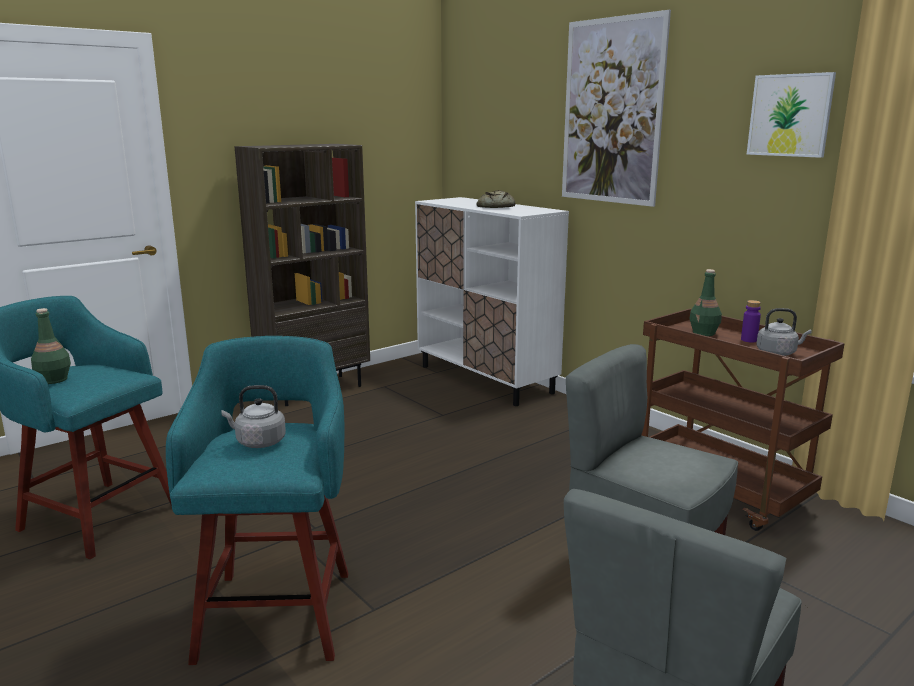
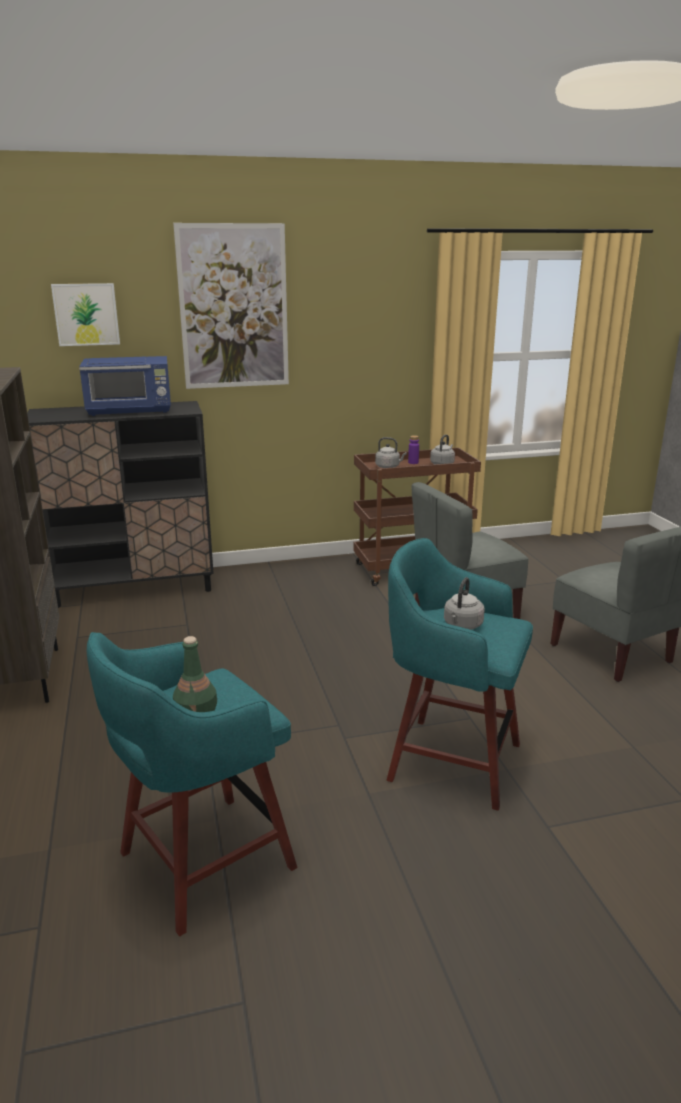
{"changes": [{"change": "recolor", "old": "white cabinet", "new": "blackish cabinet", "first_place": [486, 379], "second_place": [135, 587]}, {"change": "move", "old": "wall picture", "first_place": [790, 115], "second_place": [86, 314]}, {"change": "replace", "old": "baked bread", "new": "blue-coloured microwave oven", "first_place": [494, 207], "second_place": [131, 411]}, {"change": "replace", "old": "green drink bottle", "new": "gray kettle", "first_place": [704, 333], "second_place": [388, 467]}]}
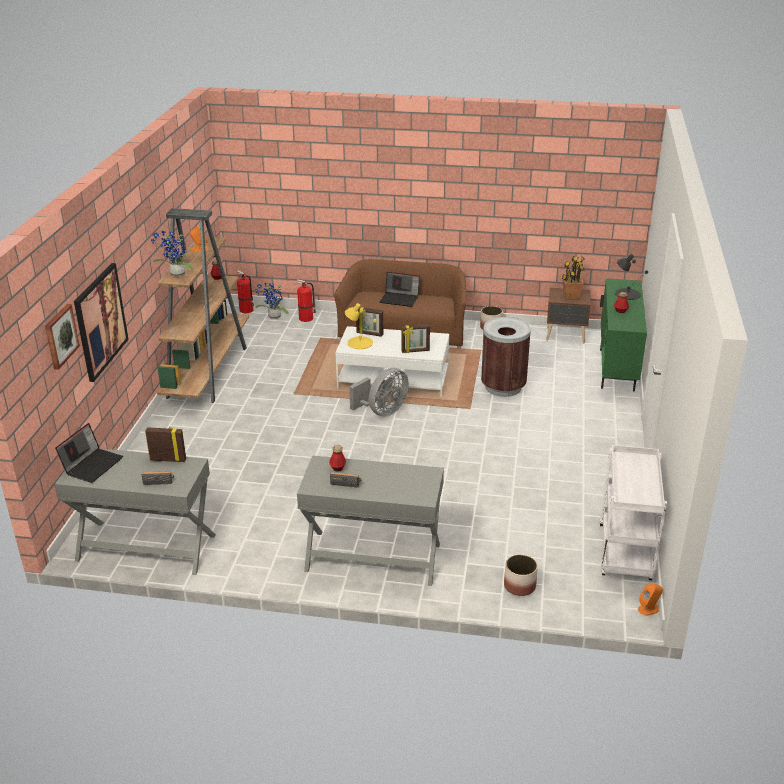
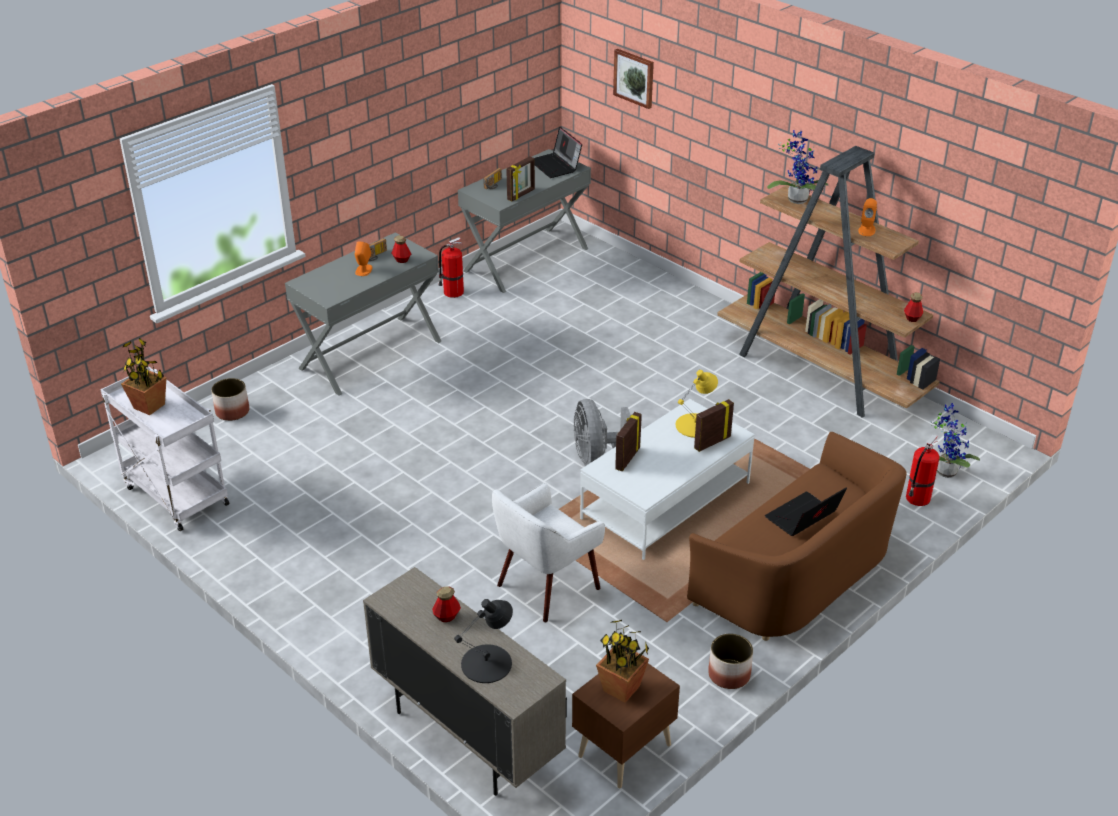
{"changes": [{"change": "insert", "new": "potted plant", "second_place": [149, 406]}, {"change": "move", "old": "orangey loudspeaker", "first_place": [649, 609], "second_place": [363, 270]}, {"change": "recolor", "old": "green cabinet", "new": "sand-coloured cabinet", "first_place": [616, 370], "second_place": [466, 736]}, {"change": "move", "old": "fire-fighting cylinder", "first_place": [247, 310], "second_place": [452, 292]}, {"change": "replace", "old": "brownish rubbish bin", "new": "white easy chair", "first_place": [503, 387], "second_place": [546, 586]}, {"change": "delete", "old": "wall picture", "first_place": [100, 321]}]}
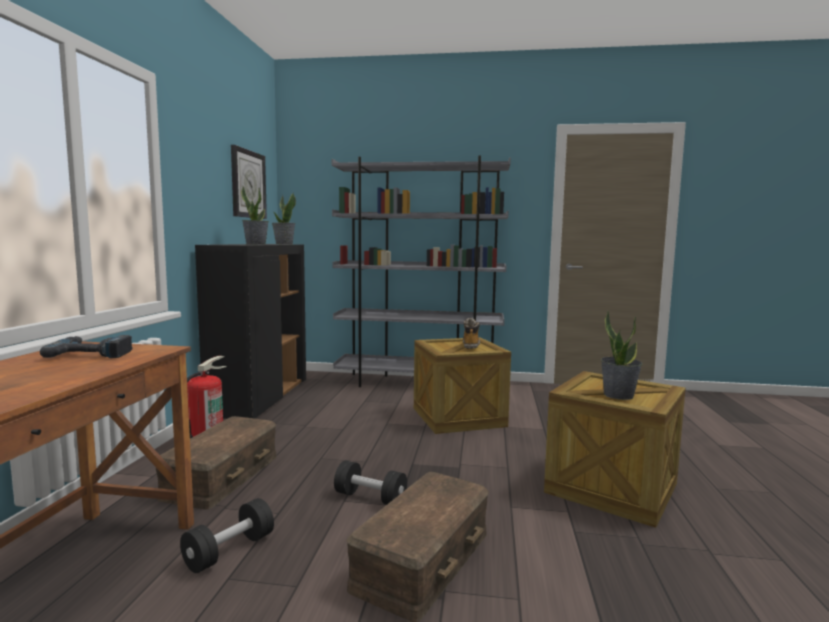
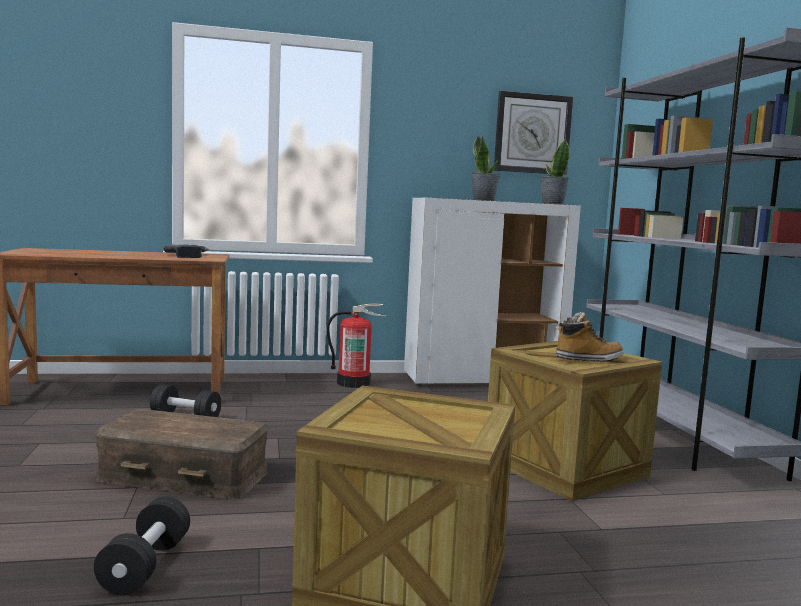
{"changes": [{"change": "move", "old": "blackish dumbbell", "first_place": [370, 498], "second_place": [145, 566]}, {"change": "recolor", "old": "blackish cabinet", "new": "white cabinet", "first_place": [260, 399], "second_place": [483, 379]}, {"change": "delete", "old": "brownish storage box", "first_place": [221, 476]}, {"change": "delete", "old": "potted plant", "first_place": [618, 395]}]}
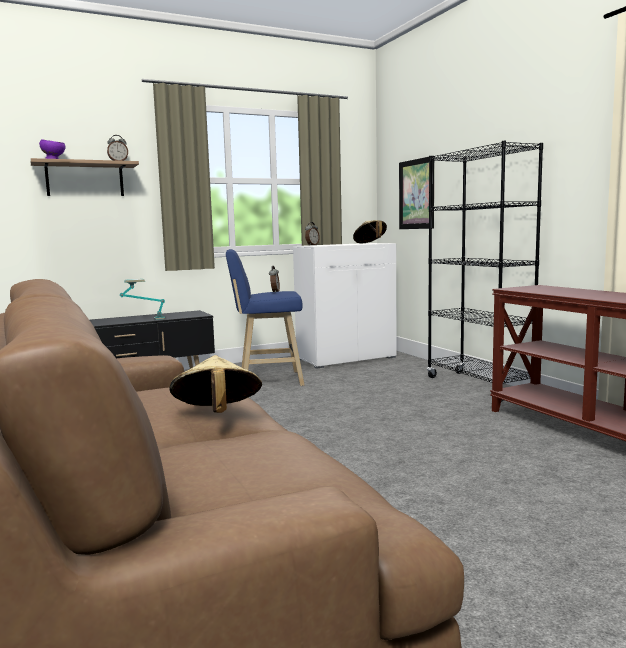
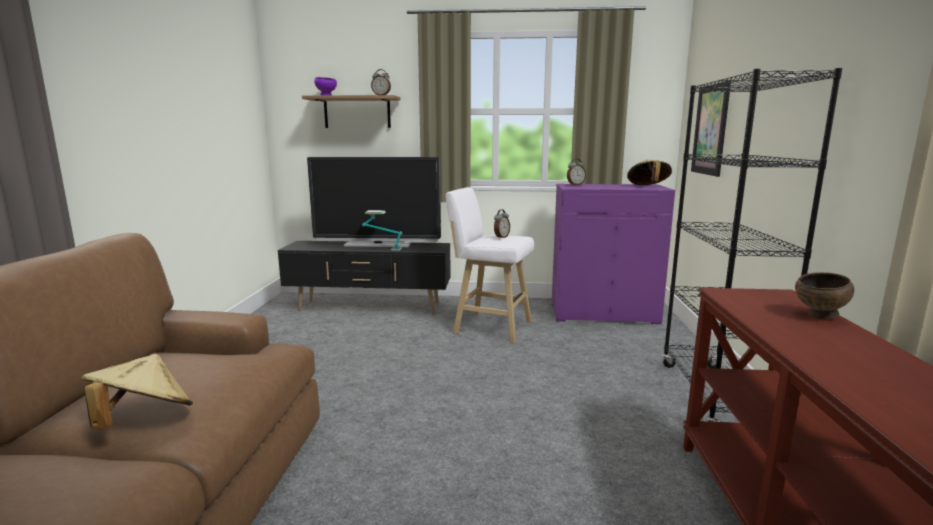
{"changes": [{"change": "insert", "new": "TV", "second_place": [378, 244]}, {"change": "recolor", "old": "blue-coloured stool seat", "new": "white stool seat", "first_place": [267, 380], "second_place": [489, 327]}, {"change": "recolor", "old": "white cabinet", "new": "purple-coloured cabinet", "first_place": [346, 358], "second_place": [604, 313]}, {"change": "insert", "new": "brownish serving bowl", "second_place": [820, 317]}]}
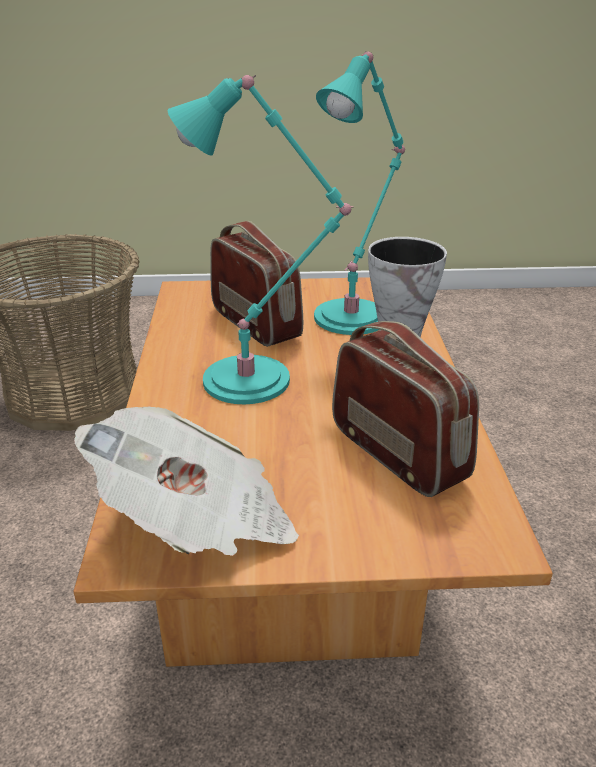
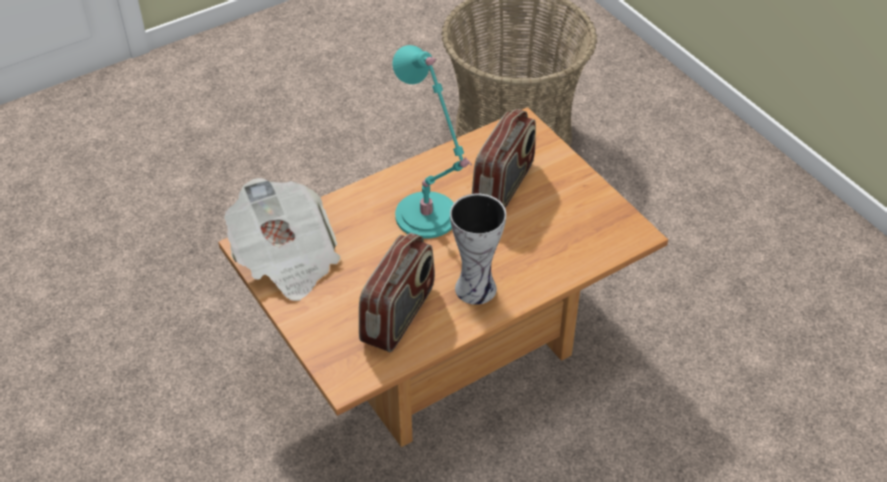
{"changes": [{"change": "delete", "old": "turquoise tabletop lamp", "first_place": [355, 315]}]}
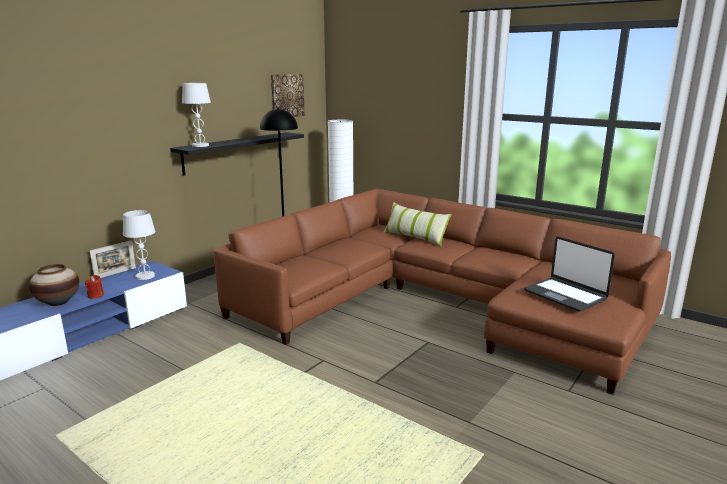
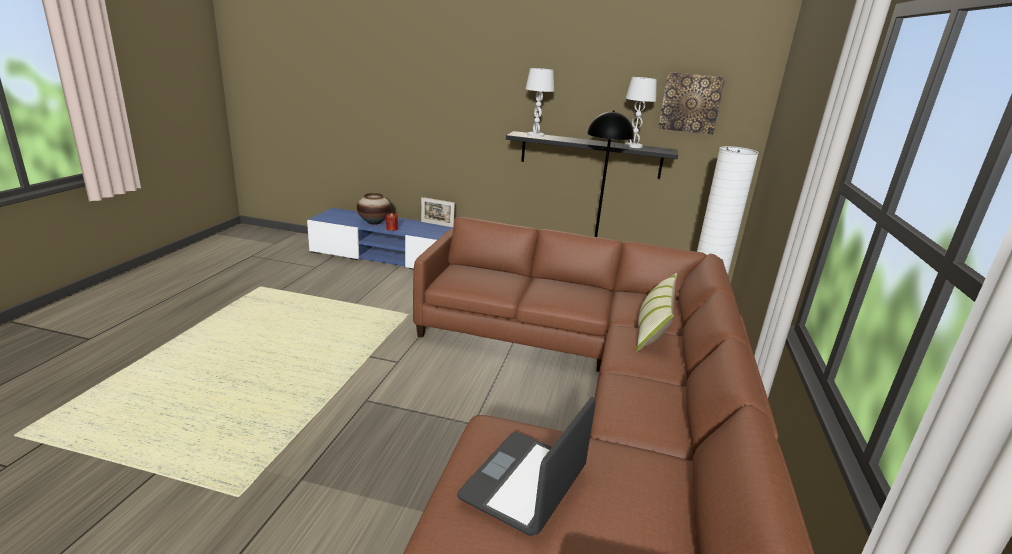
{"changes": [{"change": "move", "old": "white tabletop lamp", "first_place": [145, 276], "second_place": [633, 146]}]}
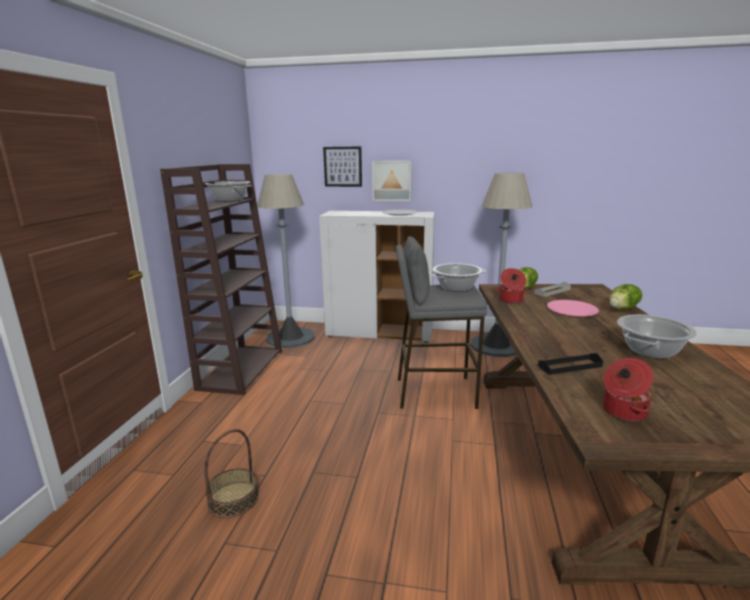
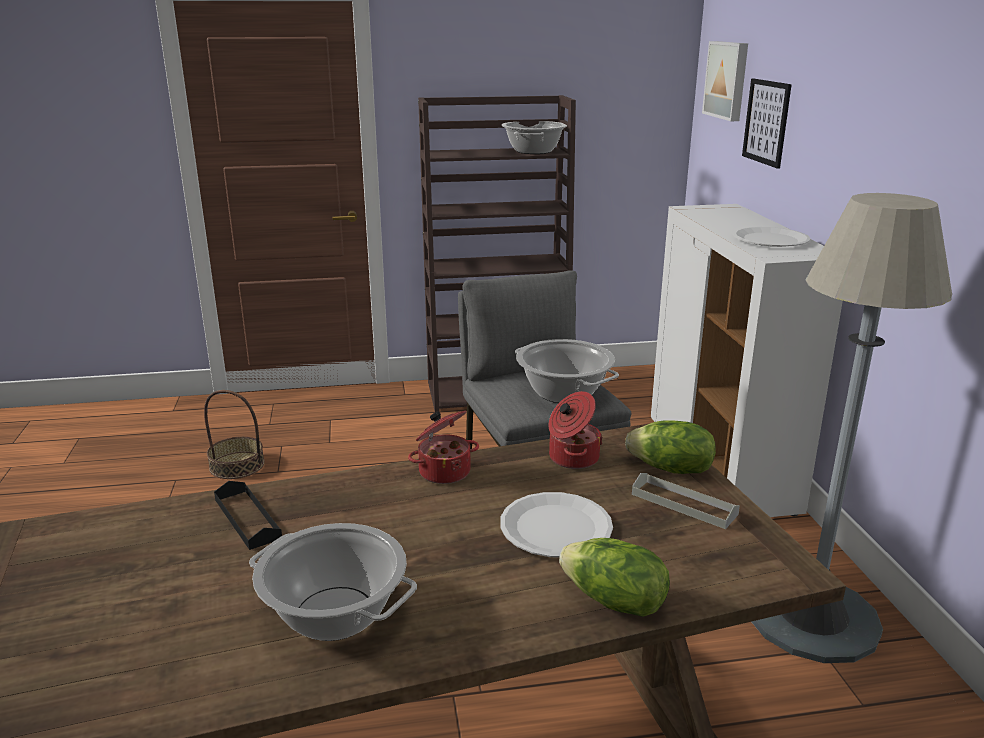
{"changes": [{"change": "move", "old": "stockpot", "first_place": [623, 412], "second_place": [444, 471]}, {"change": "recolor", "old": "pink flat dish", "new": "white flat dish", "first_place": [572, 310], "second_place": [556, 527]}, {"change": "move", "old": "wall picture", "first_place": [392, 180], "second_place": [728, 80]}, {"change": "delete", "old": "gray floor lamp", "first_place": [290, 338]}]}
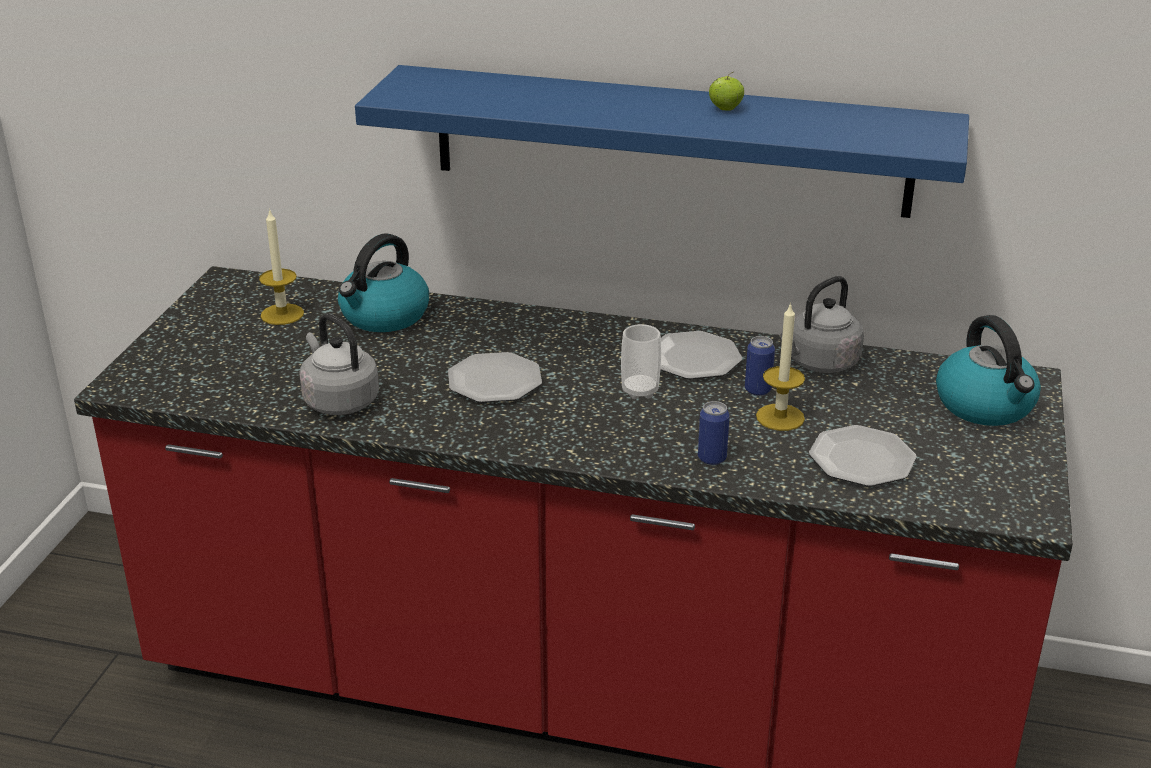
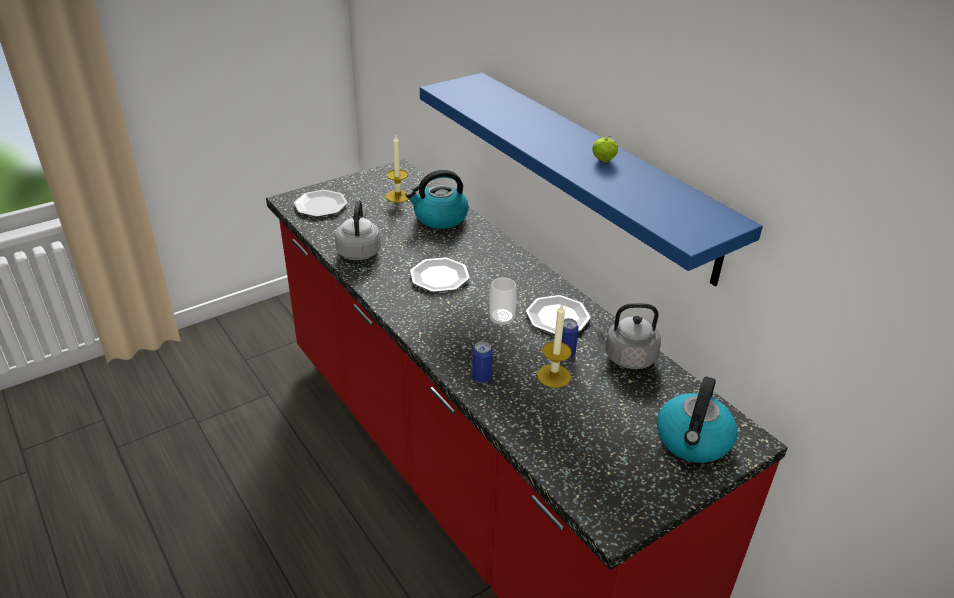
{"changes": [{"change": "move", "old": "flat dish", "first_place": [863, 460], "second_place": [321, 206]}]}
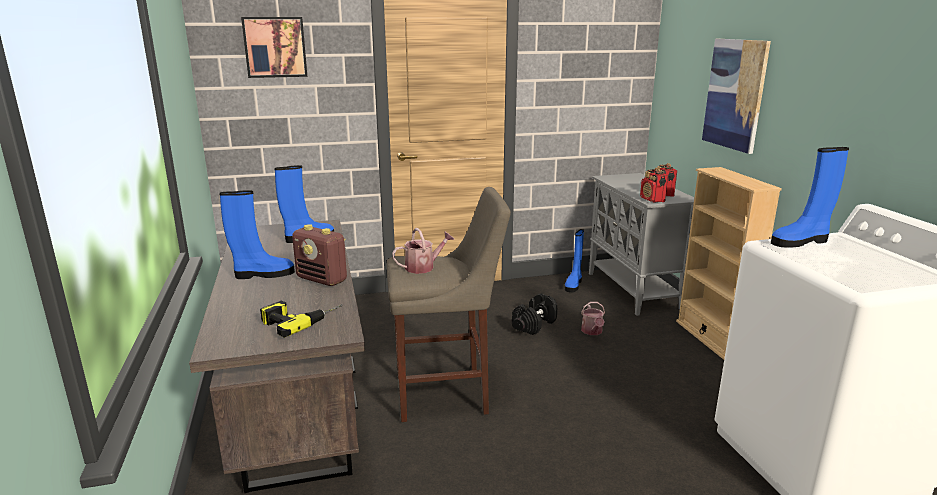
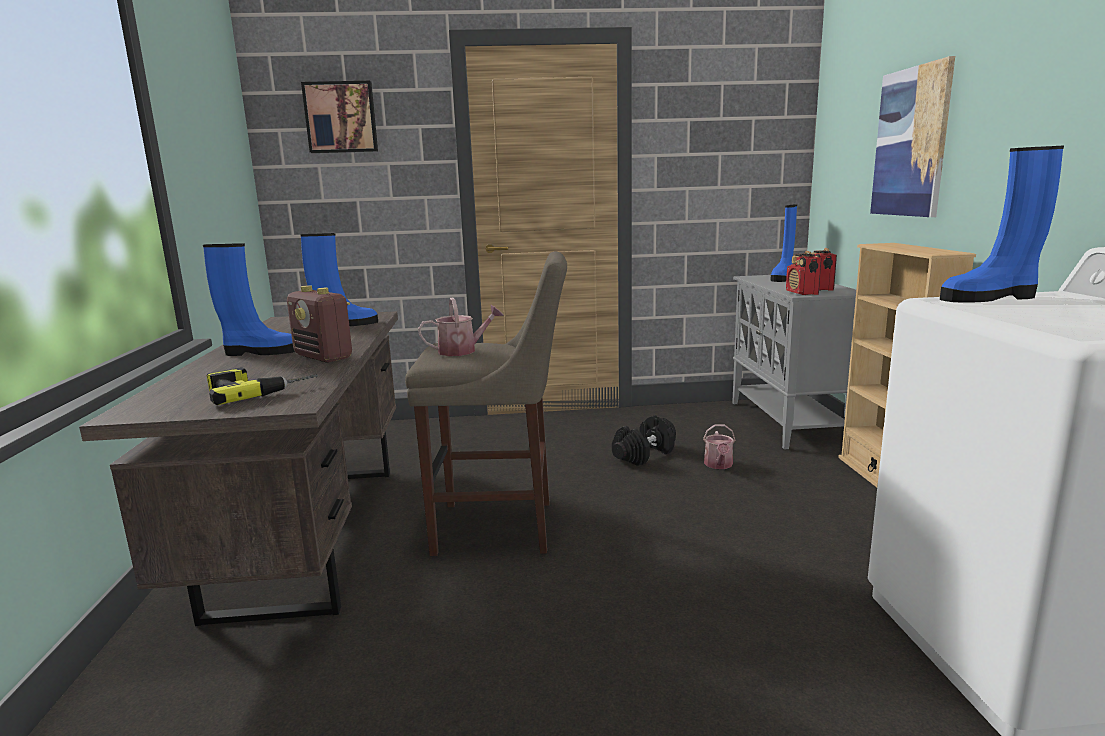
{"changes": [{"change": "move", "old": "blue-coloured tall boot", "first_place": [573, 285], "second_place": [783, 278]}]}
